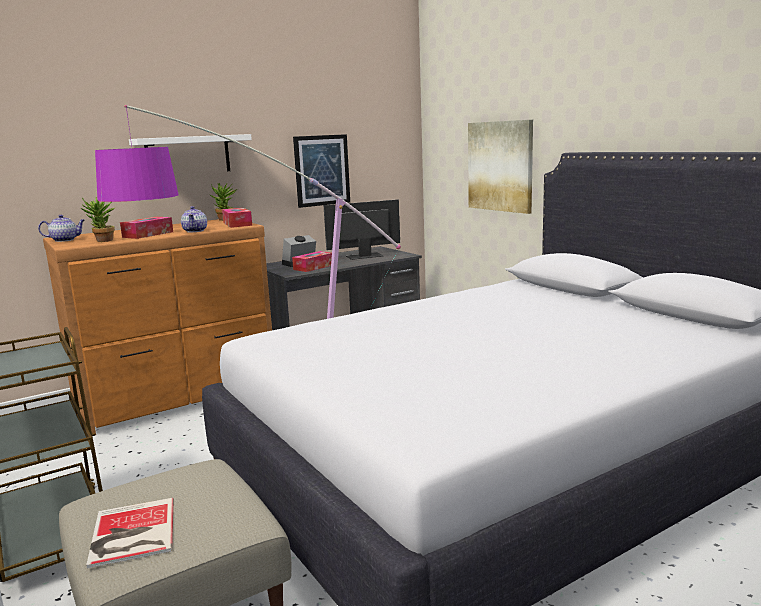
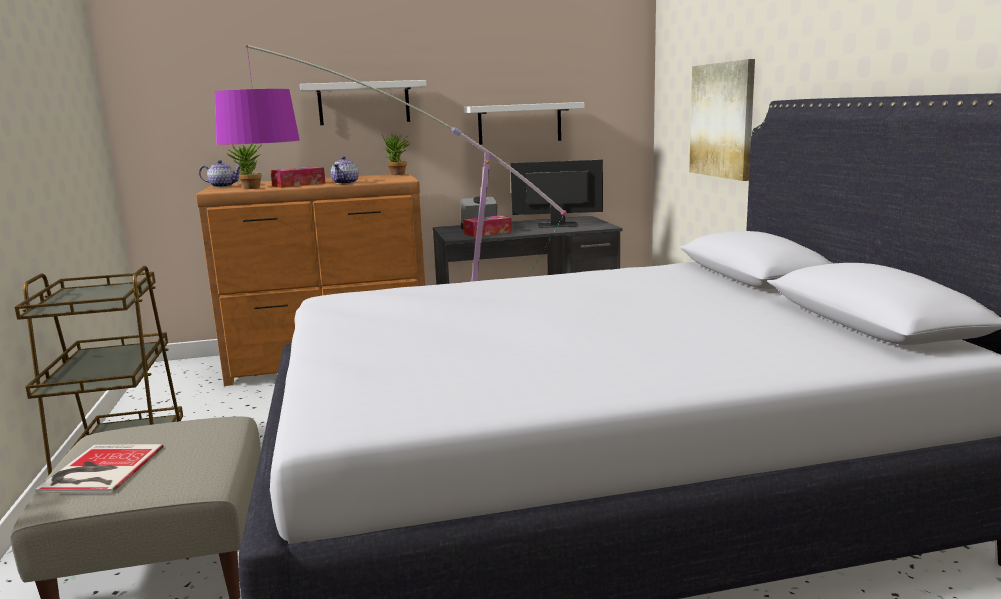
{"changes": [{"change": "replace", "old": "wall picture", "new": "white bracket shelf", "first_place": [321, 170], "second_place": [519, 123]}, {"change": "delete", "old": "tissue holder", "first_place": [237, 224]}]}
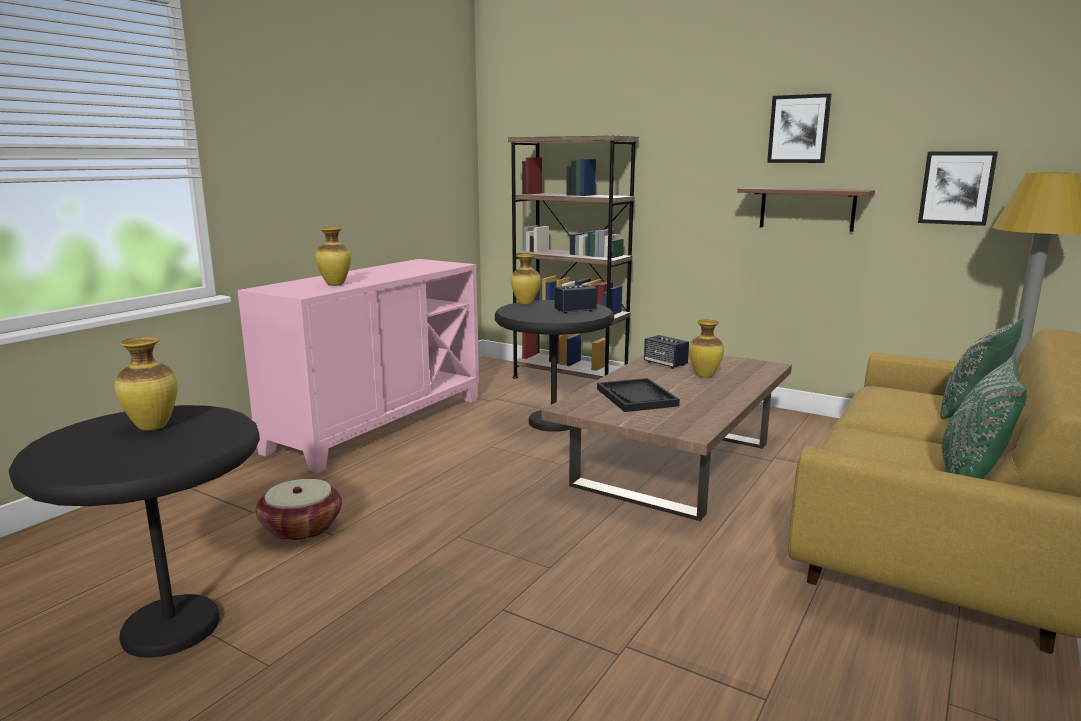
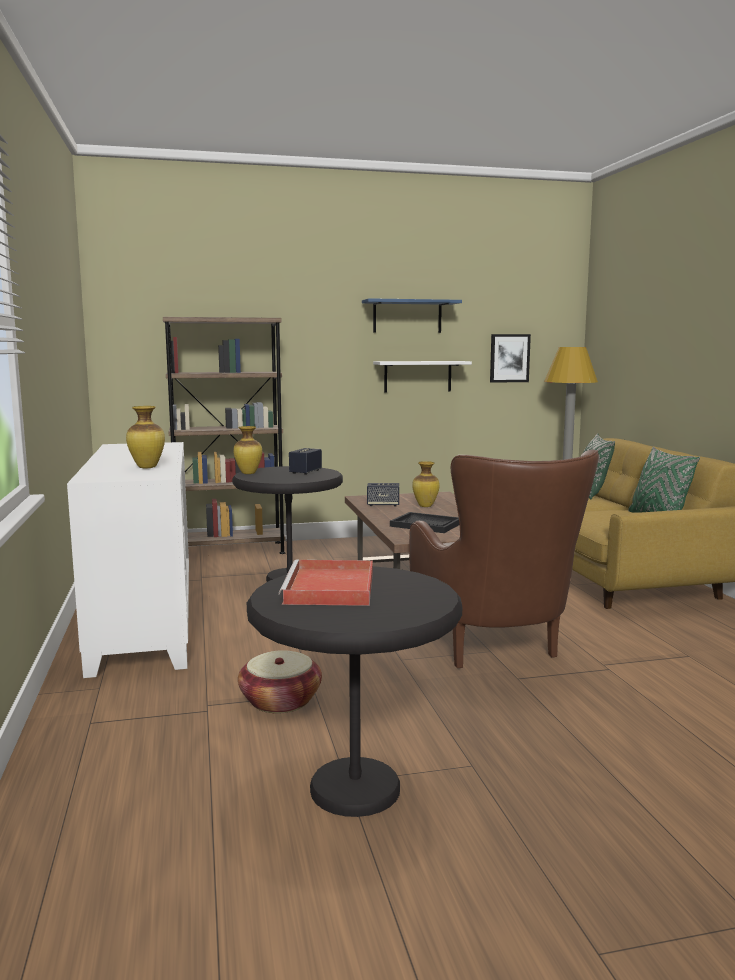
{"changes": [{"change": "recolor", "old": "pink cabinet", "new": "white cabinet", "first_place": [378, 424], "second_place": [143, 622]}, {"change": "replace", "old": "decorative vase", "new": "red serving tray", "first_place": [152, 427], "second_place": [330, 588]}, {"change": "replace", "old": "wall picture", "new": "blue-coloured bracket shelf", "first_place": [799, 129], "second_place": [407, 316]}, {"change": "recolor", "old": "brownish bracket shelf", "new": "white bracket shelf", "first_place": [807, 209], "second_place": [417, 376]}, {"change": "insert", "new": "brownish easy chair", "second_place": [495, 652]}]}
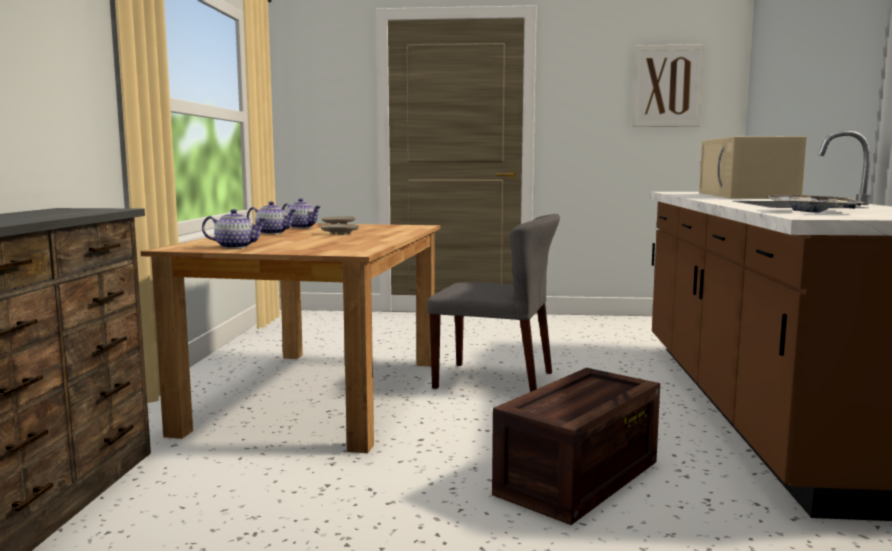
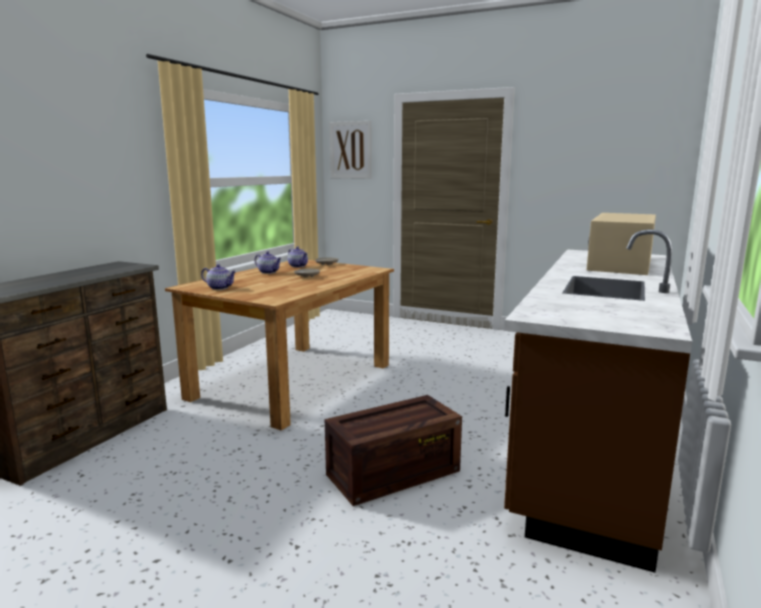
{"changes": [{"change": "move", "old": "wall picture", "first_place": [667, 86], "second_place": [350, 150]}, {"change": "delete", "old": "gray chair", "first_place": [495, 380]}, {"change": "delete", "old": "serving tray", "first_place": [811, 211]}]}
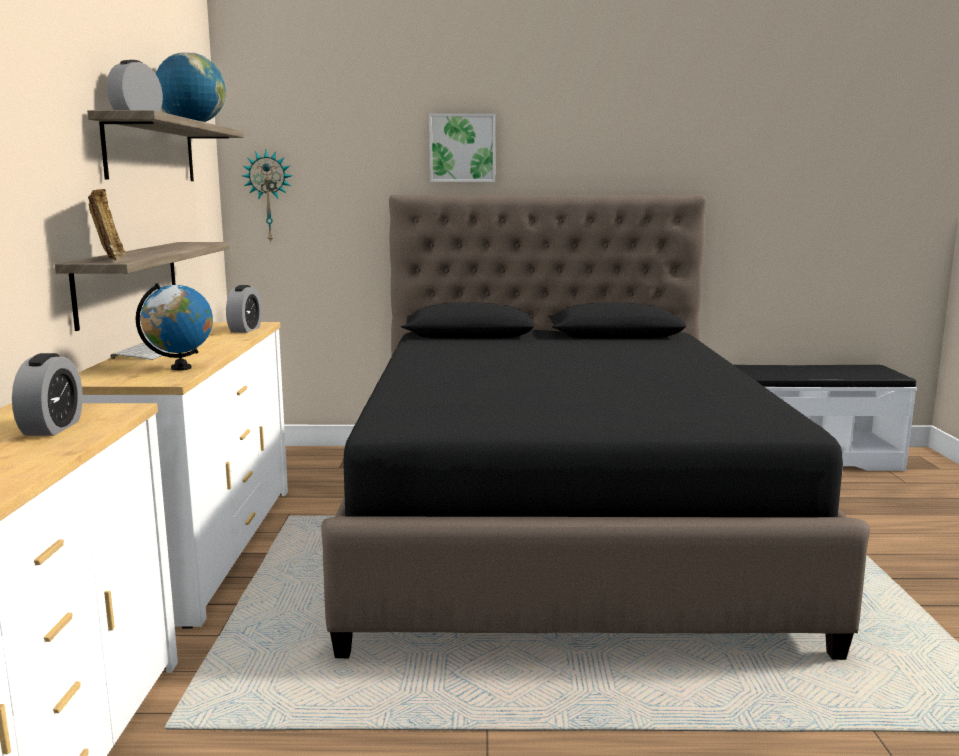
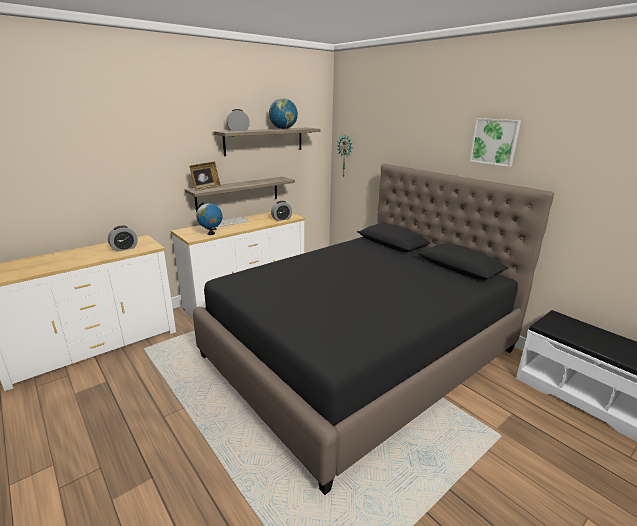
{"changes": [{"change": "move", "old": "wall picture", "first_place": [462, 148], "second_place": [495, 141]}]}
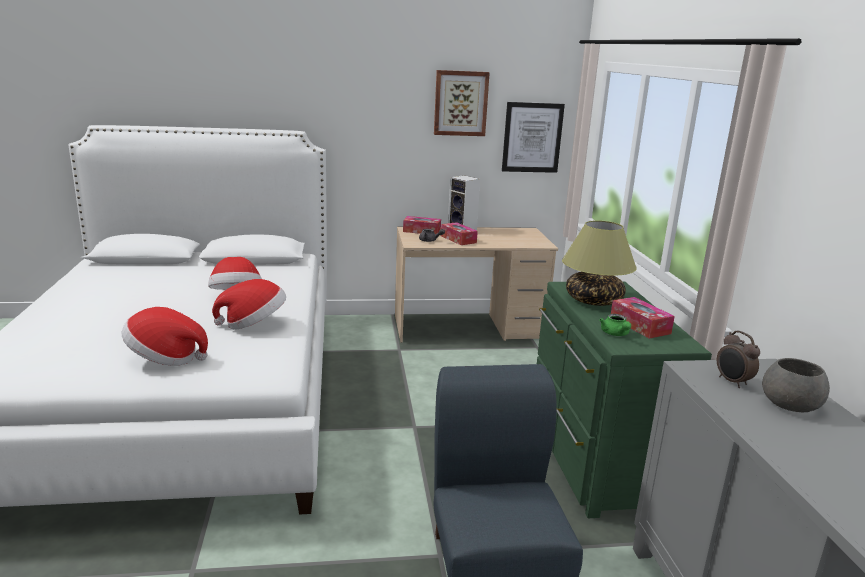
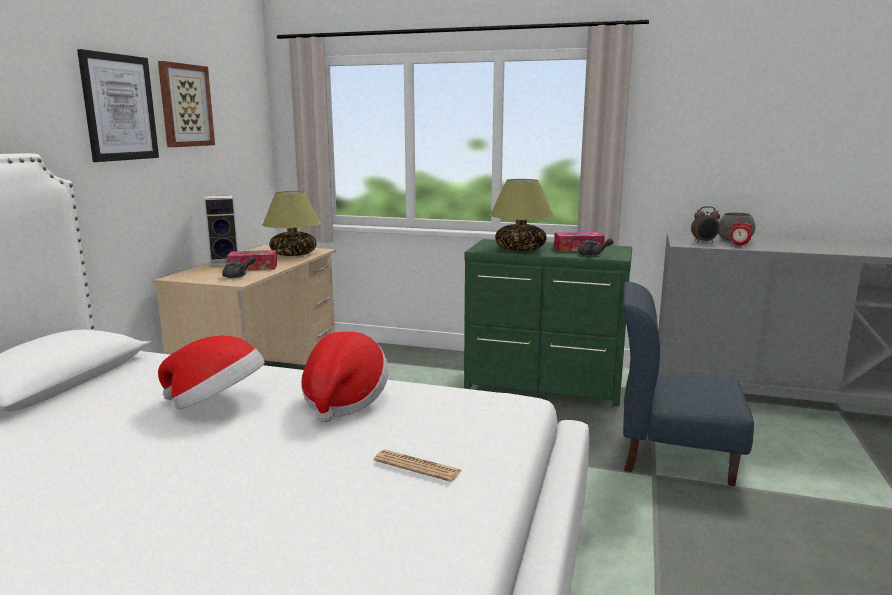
{"changes": [{"change": "move", "old": "wall picture", "first_place": [532, 137], "second_place": [119, 107]}, {"change": "insert", "new": "tabletop lamp", "second_place": [293, 254]}, {"change": "replace", "old": "hat", "new": "printed paper", "first_place": [165, 358], "second_place": [417, 466]}, {"change": "recolor", "old": "green teapot", "new": "gray teapot", "first_place": [615, 334], "second_place": [593, 255]}, {"change": "insert", "new": "table clock", "second_place": [739, 246]}, {"change": "delete", "old": "tissue holder", "first_place": [421, 231]}]}
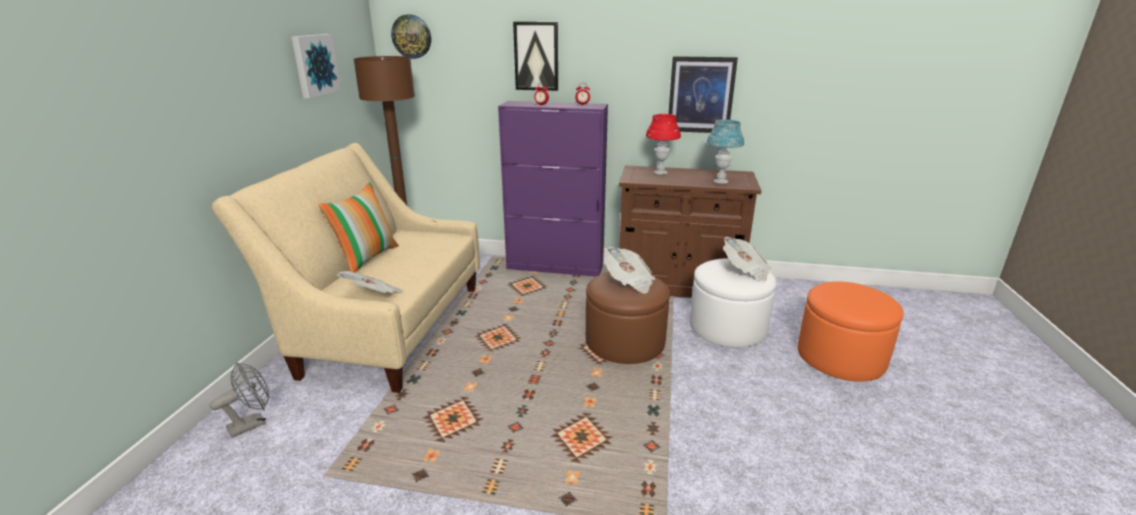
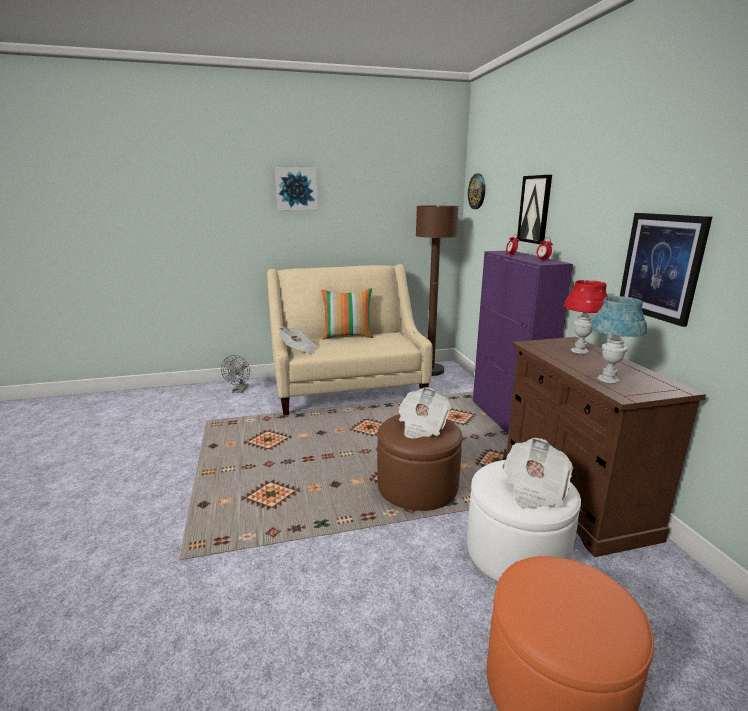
{"changes": [{"change": "rotate", "old": "gray cooling fan", "first_place": [253, 423], "second_place": [239, 390], "degrees": 75}, {"change": "move", "old": "wall picture", "first_place": [314, 65], "second_place": [296, 189]}]}
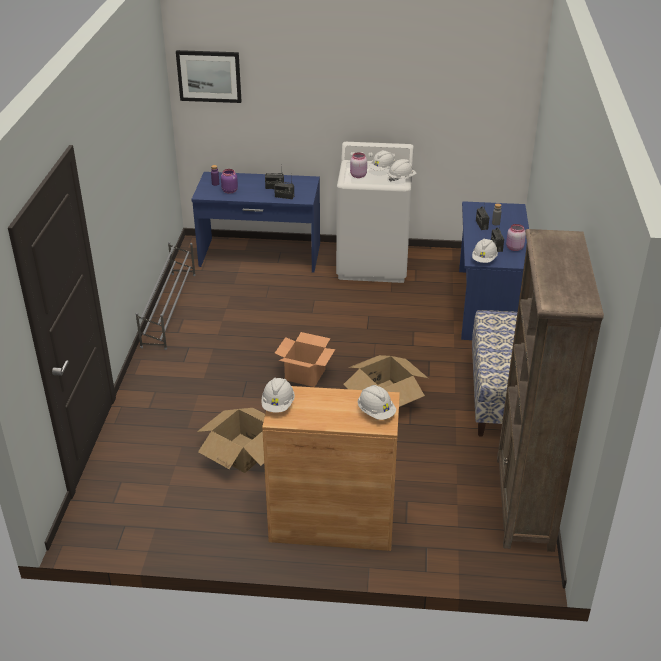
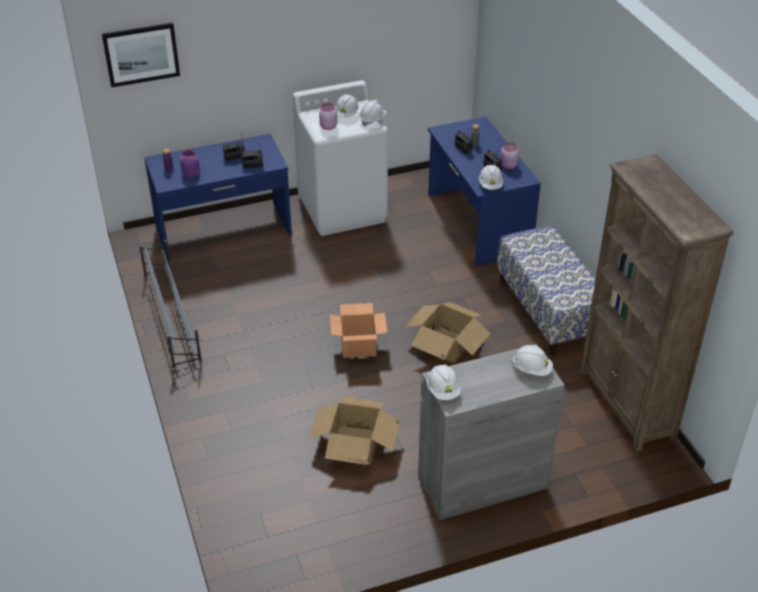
{"changes": [{"change": "recolor", "old": "brownish cabinet", "new": "gray cabinet", "first_place": [332, 523], "second_place": [482, 482]}]}
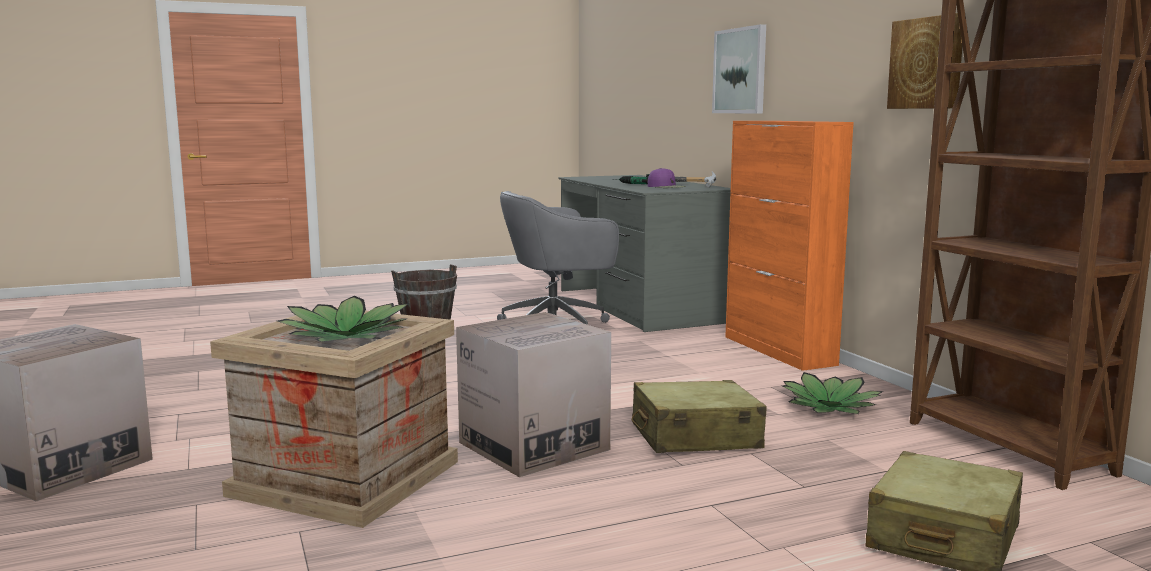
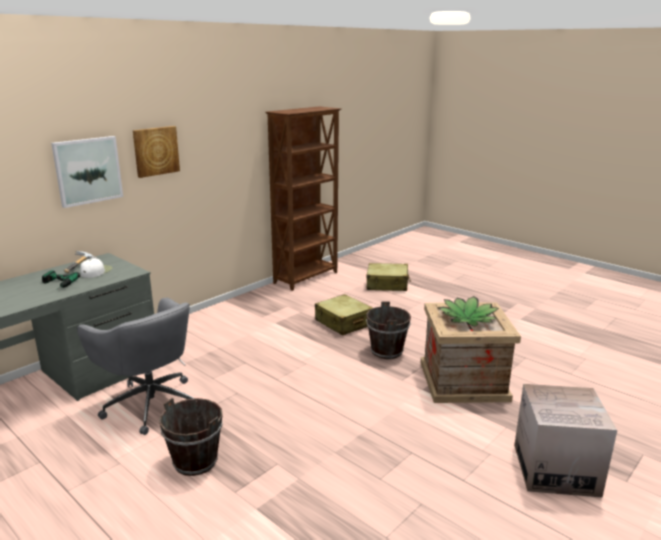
{"changes": [{"change": "recolor", "old": "purple-coloured peaked cap", "new": "white peaked cap", "first_place": [666, 187], "second_place": [96, 271]}, {"change": "move", "old": "wall picture", "first_place": [927, 63], "second_place": [156, 151]}, {"change": "replace", "old": "packing box", "new": "brownish water bucket", "first_place": [534, 446], "second_place": [387, 351]}, {"change": "delete", "old": "orangey cabinet", "first_place": [779, 351]}, {"change": "delete", "old": "potted plant", "first_place": [830, 406]}]}
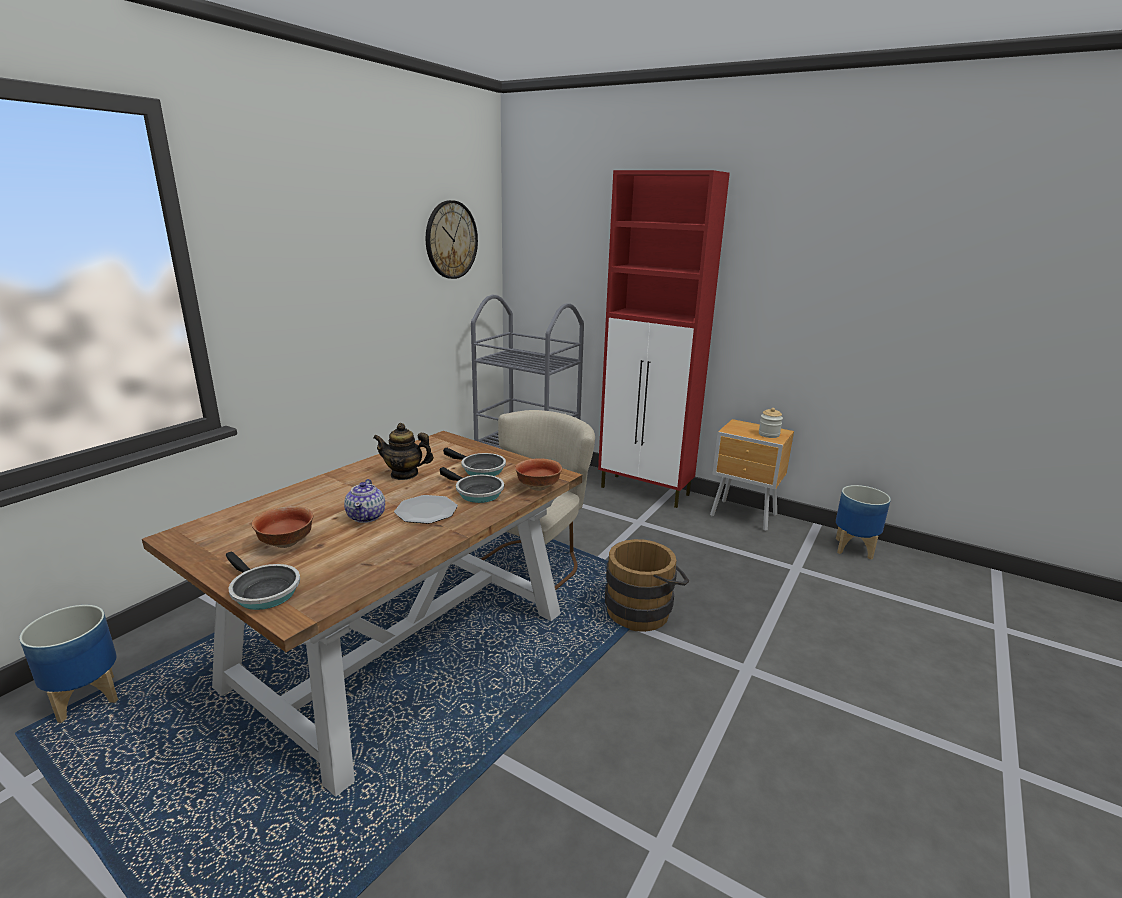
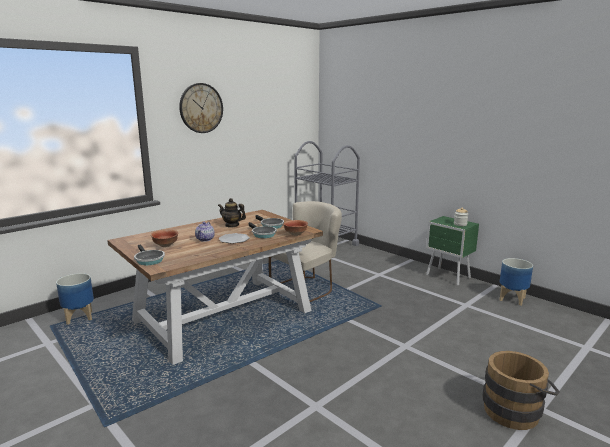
{"changes": [{"change": "move", "old": "clock on the wall", "first_place": [451, 240], "second_place": [201, 108]}, {"change": "recolor", "old": "brownish bedside table", "new": "green bedside table", "first_place": [744, 516], "second_place": [448, 277]}, {"change": "move", "old": "brownish water bucket", "first_place": [643, 610], "second_place": [515, 411]}, {"change": "delete", "old": "red cabinet", "first_place": [646, 491]}]}
